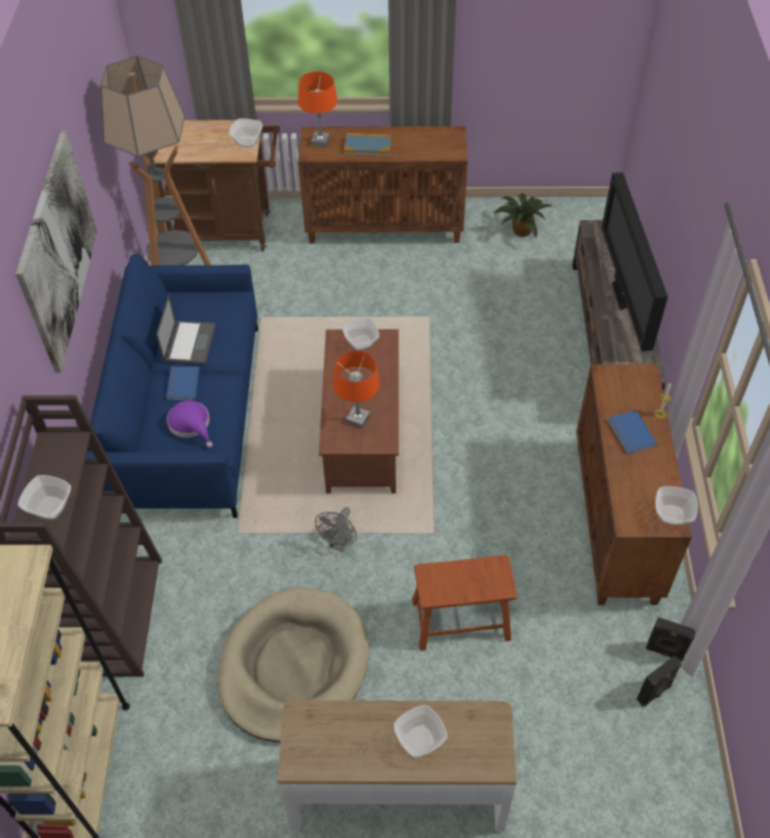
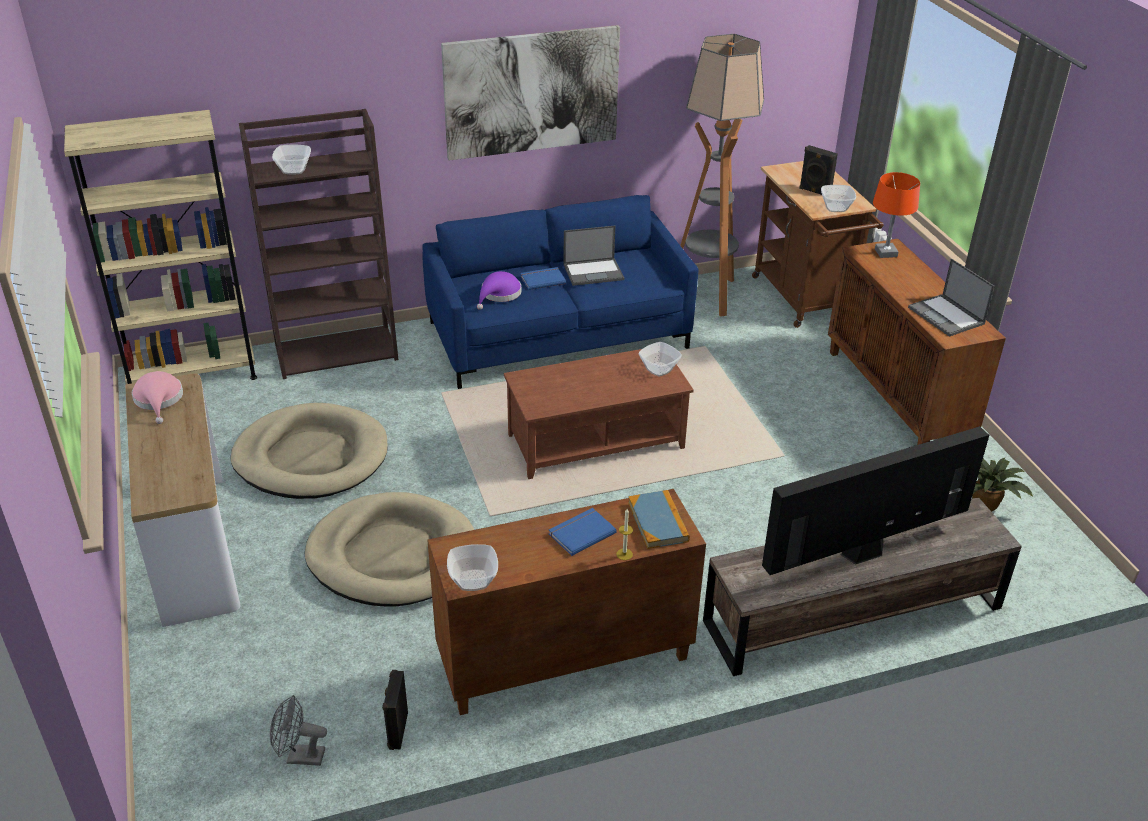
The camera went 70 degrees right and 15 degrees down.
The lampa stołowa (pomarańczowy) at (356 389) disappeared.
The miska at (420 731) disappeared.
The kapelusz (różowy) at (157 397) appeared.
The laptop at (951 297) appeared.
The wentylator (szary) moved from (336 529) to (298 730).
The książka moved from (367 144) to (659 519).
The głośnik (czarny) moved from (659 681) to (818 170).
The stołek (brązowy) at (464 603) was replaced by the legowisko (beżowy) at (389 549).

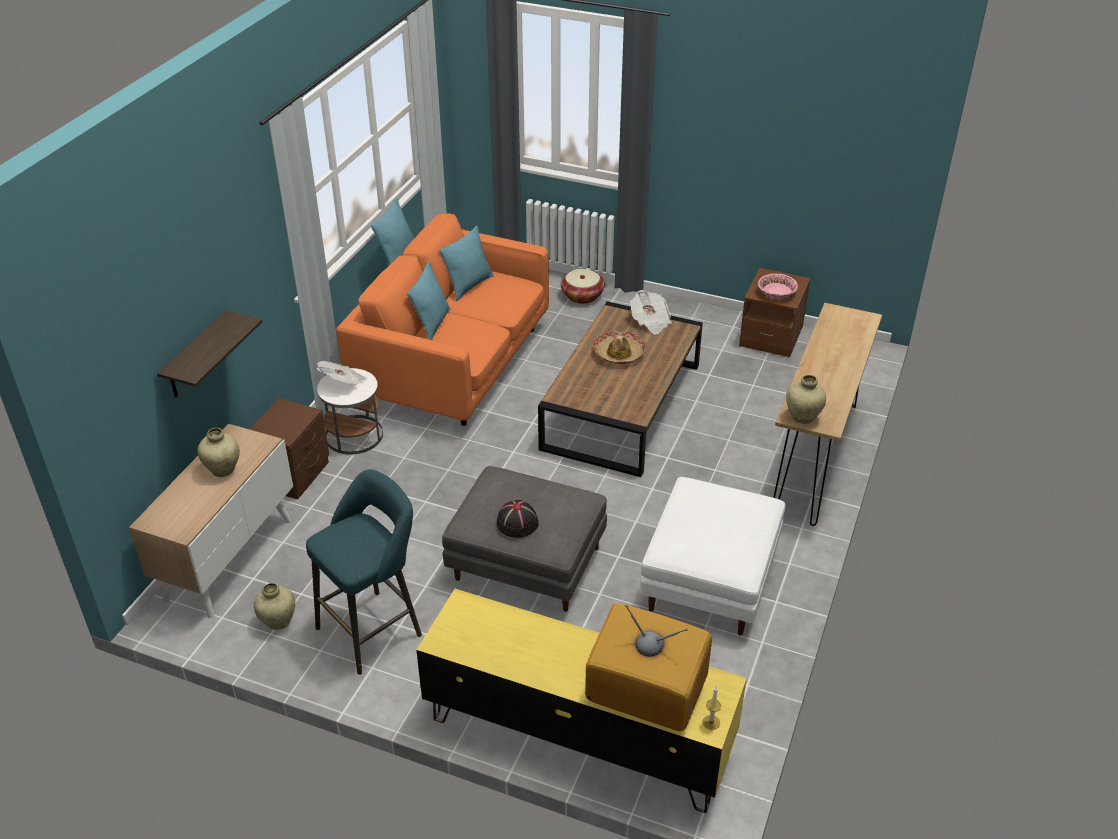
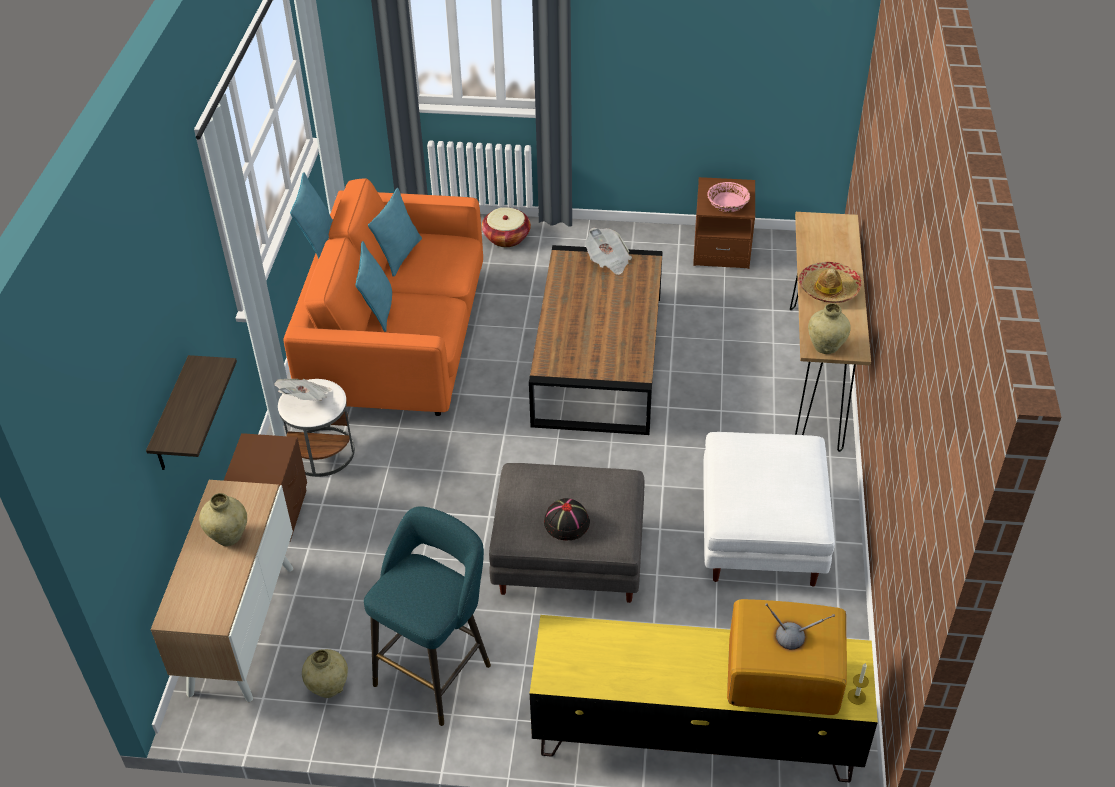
The camera went 15 degrees left and 5 degrees up.
The kapelusz moved from (619 347) to (830 282).

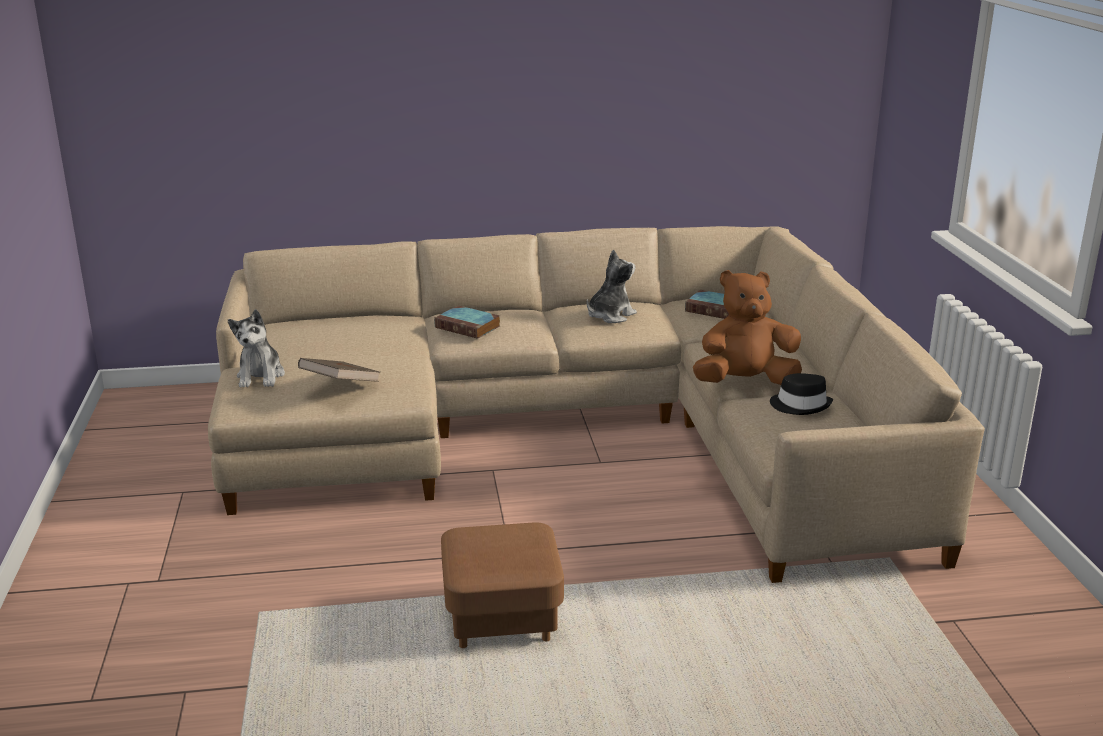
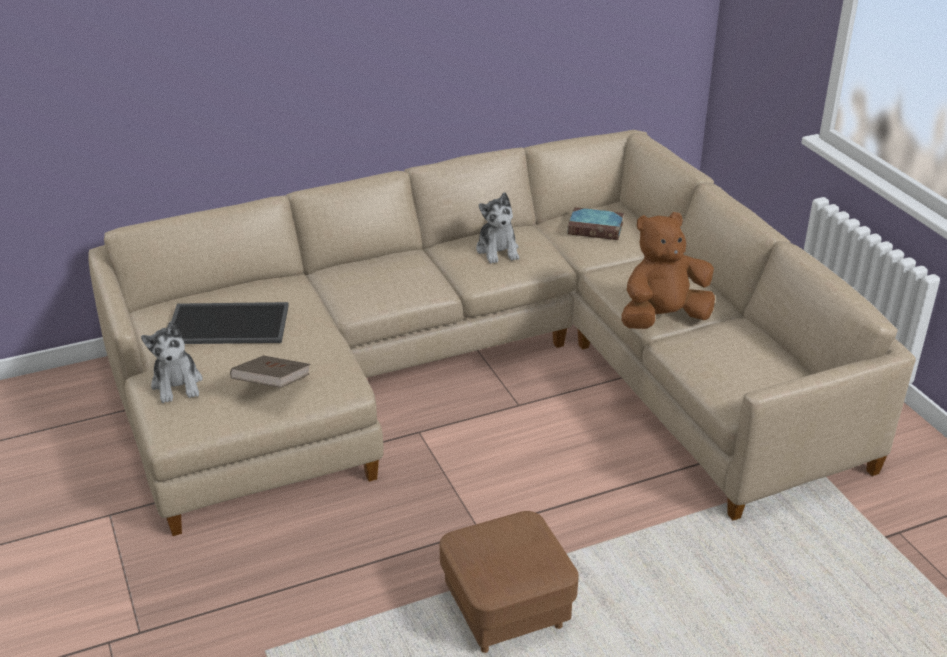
The camera went 15 degrees left and 10 degrees up.
The książka at (467 322) disappeared.
The kapelusz (czarny) at (801 394) disappeared.
The taca at (230 323) appeared.
The pluszak at (612 286) turned 135 degrees clockwise.

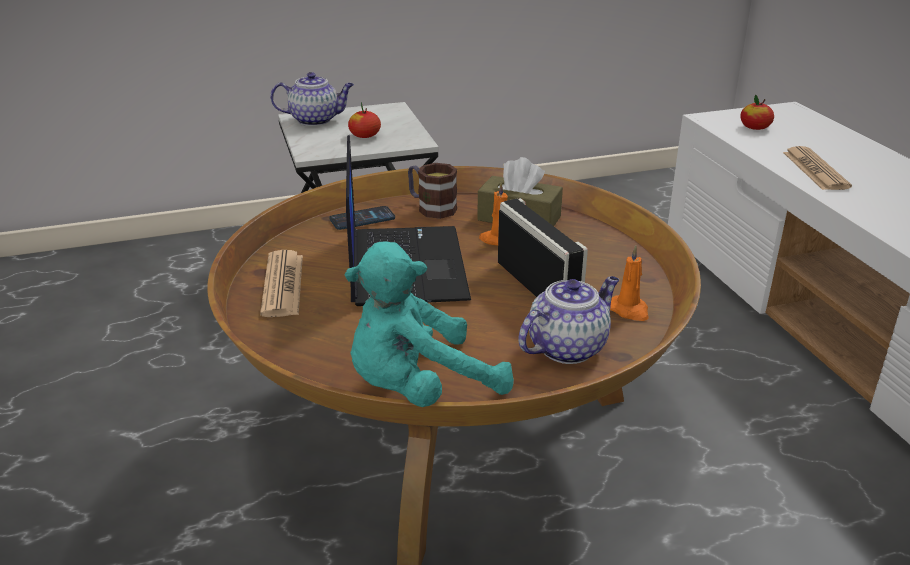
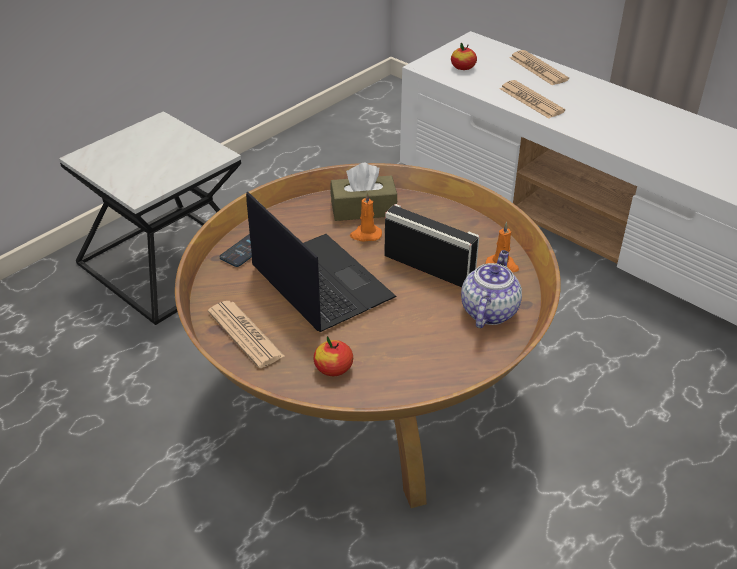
The camera went 30 degrees left and 10 degrees up.
The imbryk at (312 99) disappeared.
The pluszak (turkusowy) at (429 324) disappeared.
The kubek at (432 191) disappeared.
The gazeta at (539 68) appeared.
The jabłko moved from (364 120) to (333 356).

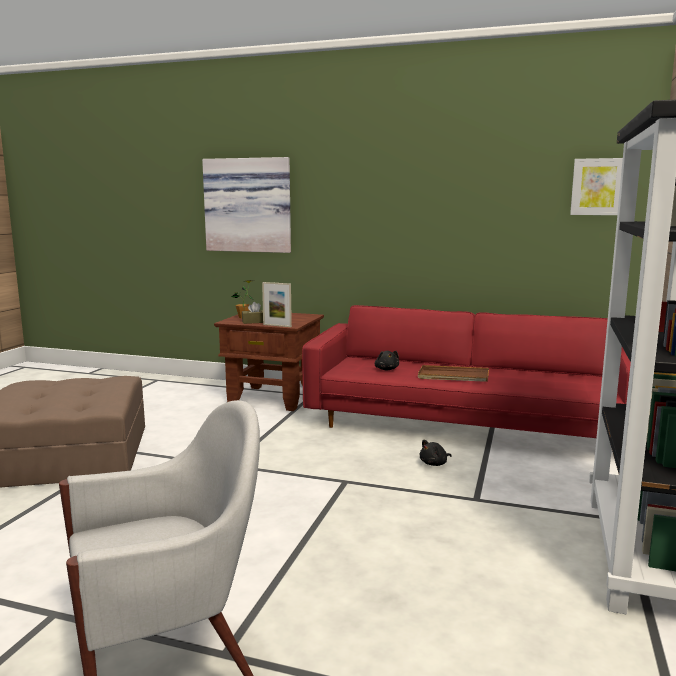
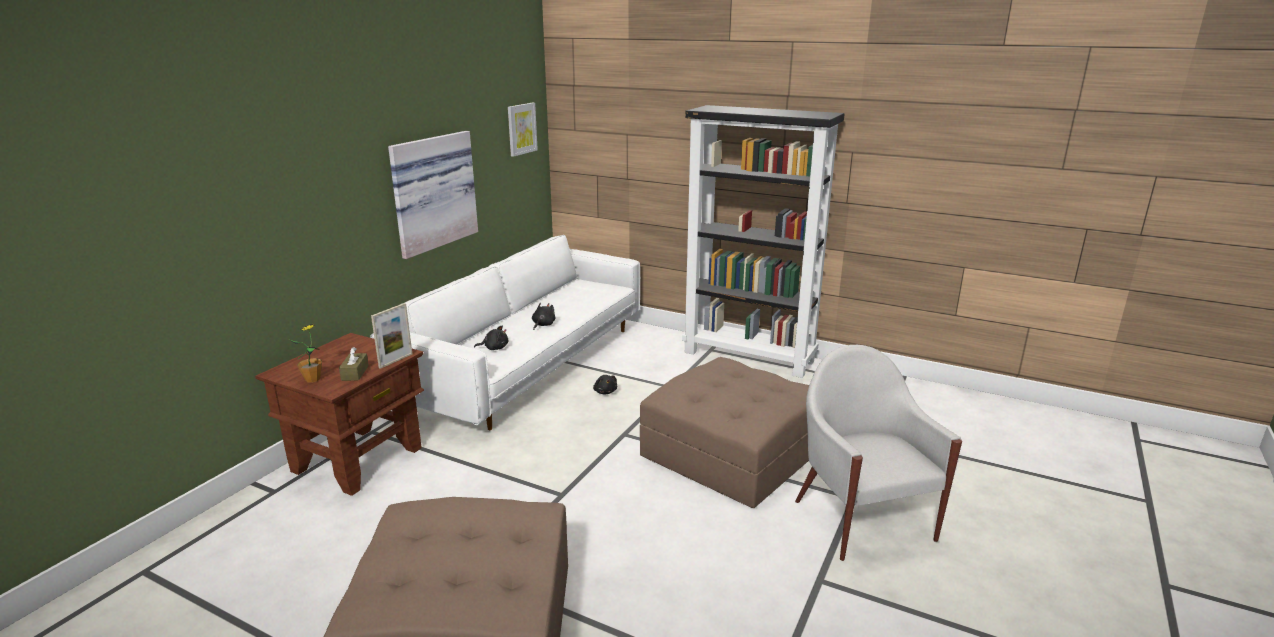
The camera went 80 degrees left and 10 degrees up.
The pufa (brązowy) at (724 432) appeared.
The obraz moved from (246 205) to (433 195).
The taca (brązowy) at (453 373) was replaced by the pluszak (czarny) at (544 316).
The kanapa (czerwony) at (466 371) became the kanapa (biały) at (505 332).

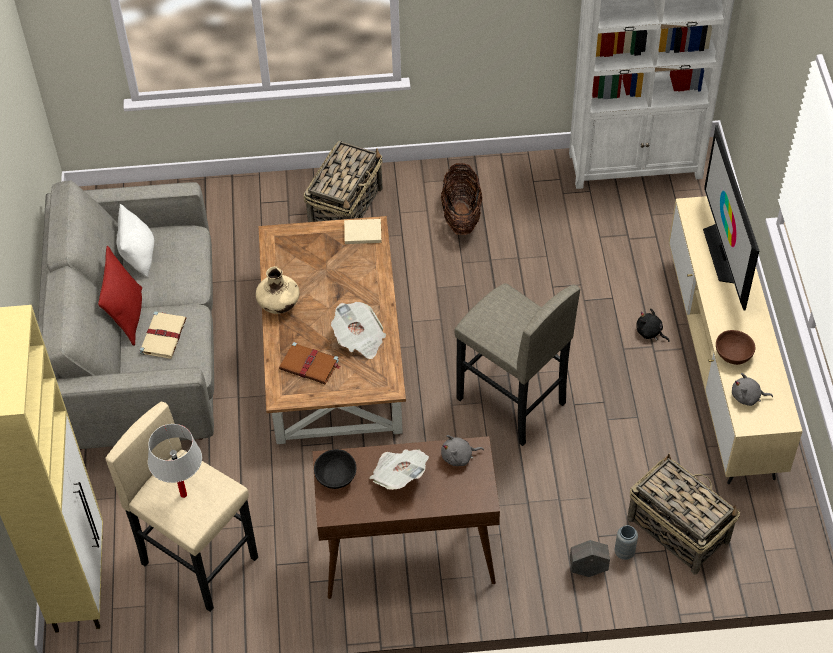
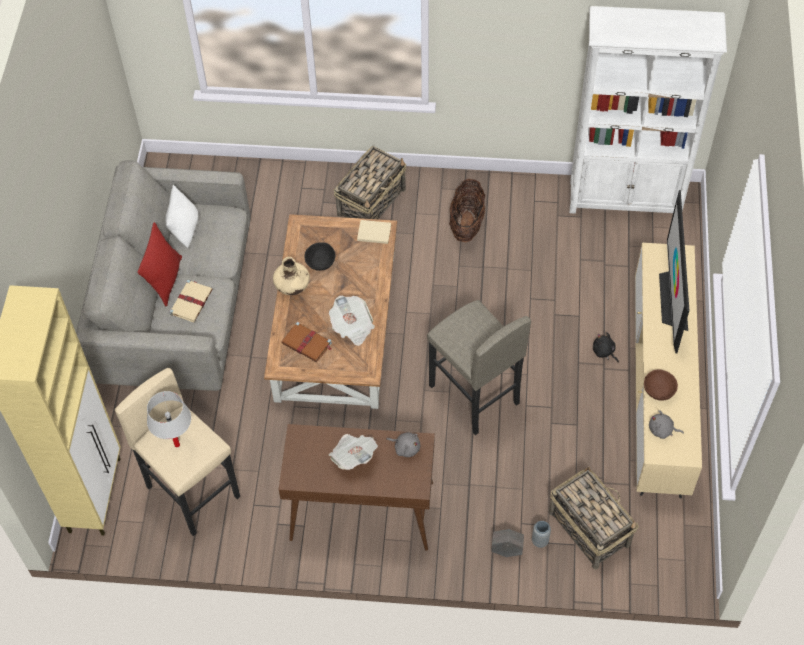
The camera went 10 degrees right and 5 degrees up.
The miska (czarny) moved from (335 469) to (319 256).
The pluszak (szary) at (462 450) turned 150 degrees counterclockwise.

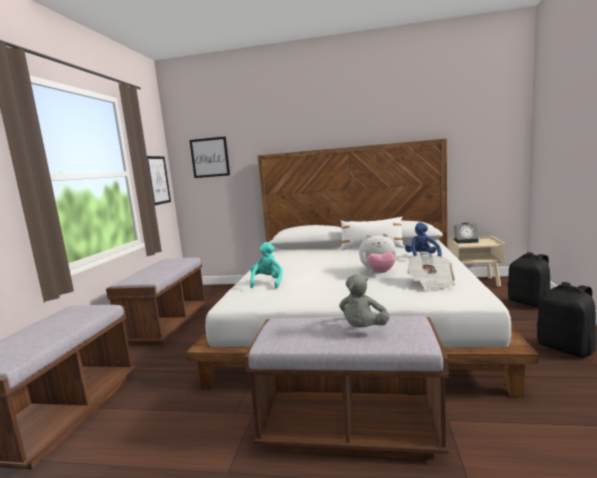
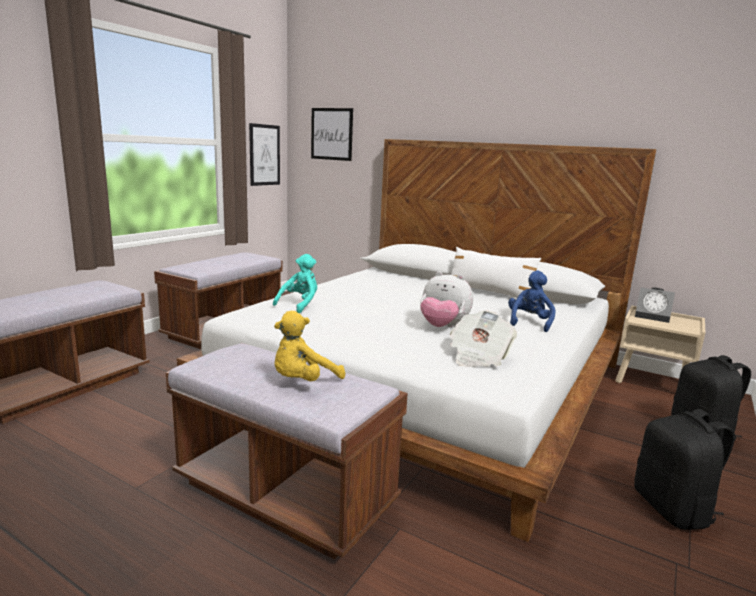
The camera went 20 degrees right and 5 degrees up.
The pluszak (szary) at (364 301) became the pluszak (żółty) at (309 346).

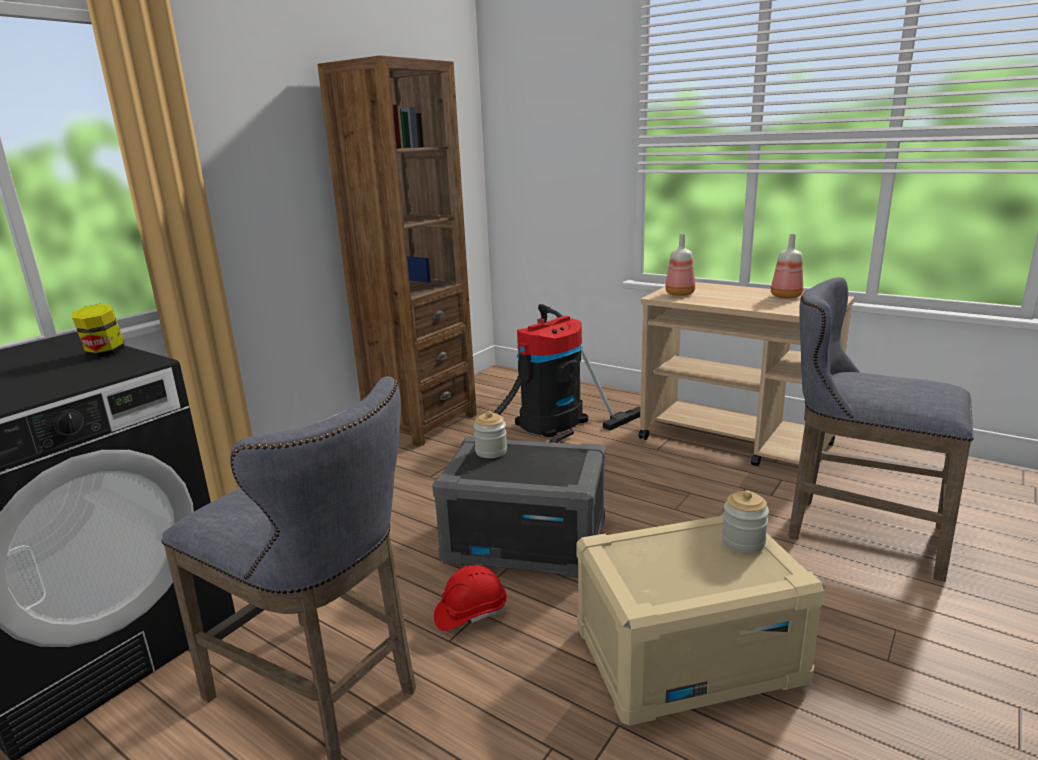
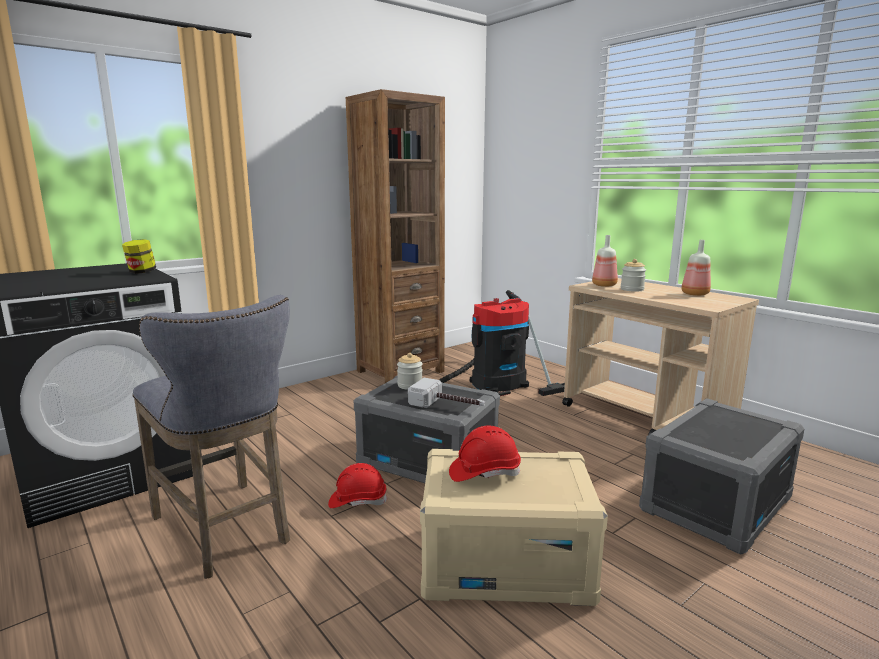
The camera went 15 degrees right and 5 degrees down.
The młotek at (446 393) appeared.
The kask (czerwony) at (485 453) appeared.
The słoik moved from (745 521) to (633 275).
The stołek (szary) at (881 429) was replaced by the pojemnik do przechowywania (szary) at (722 476).

